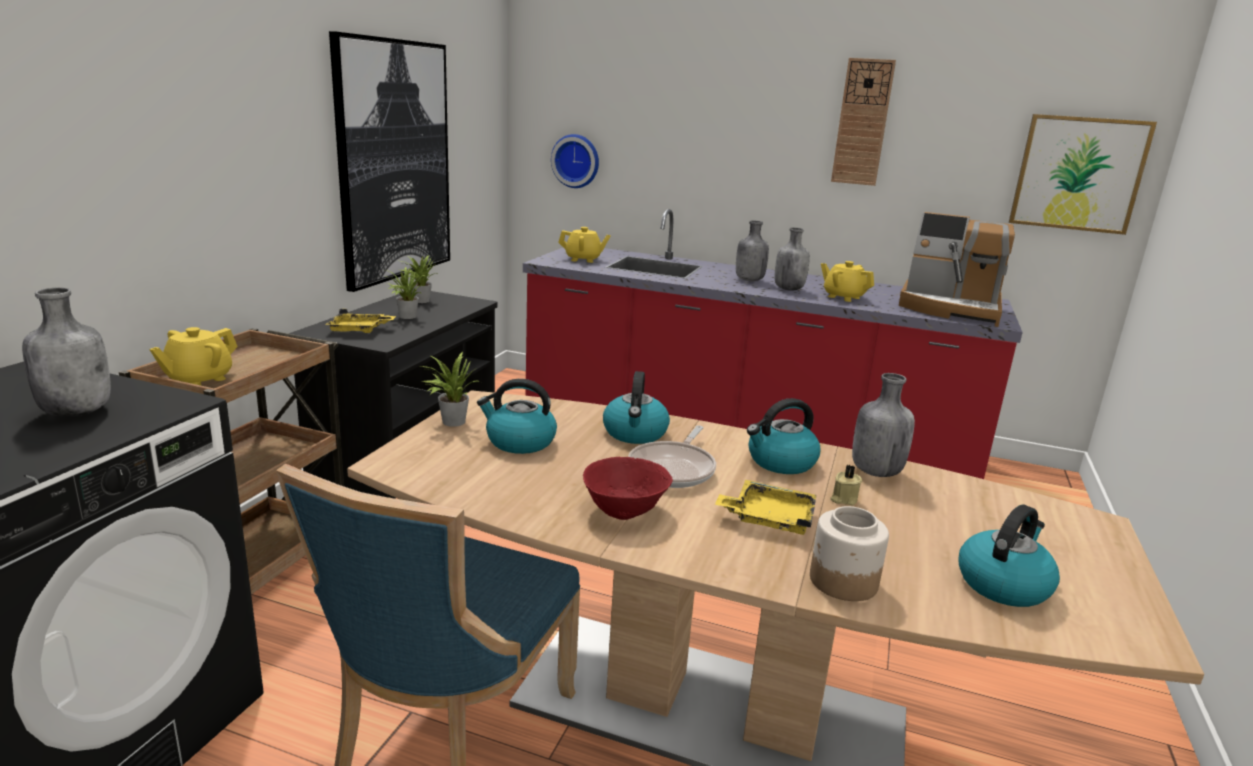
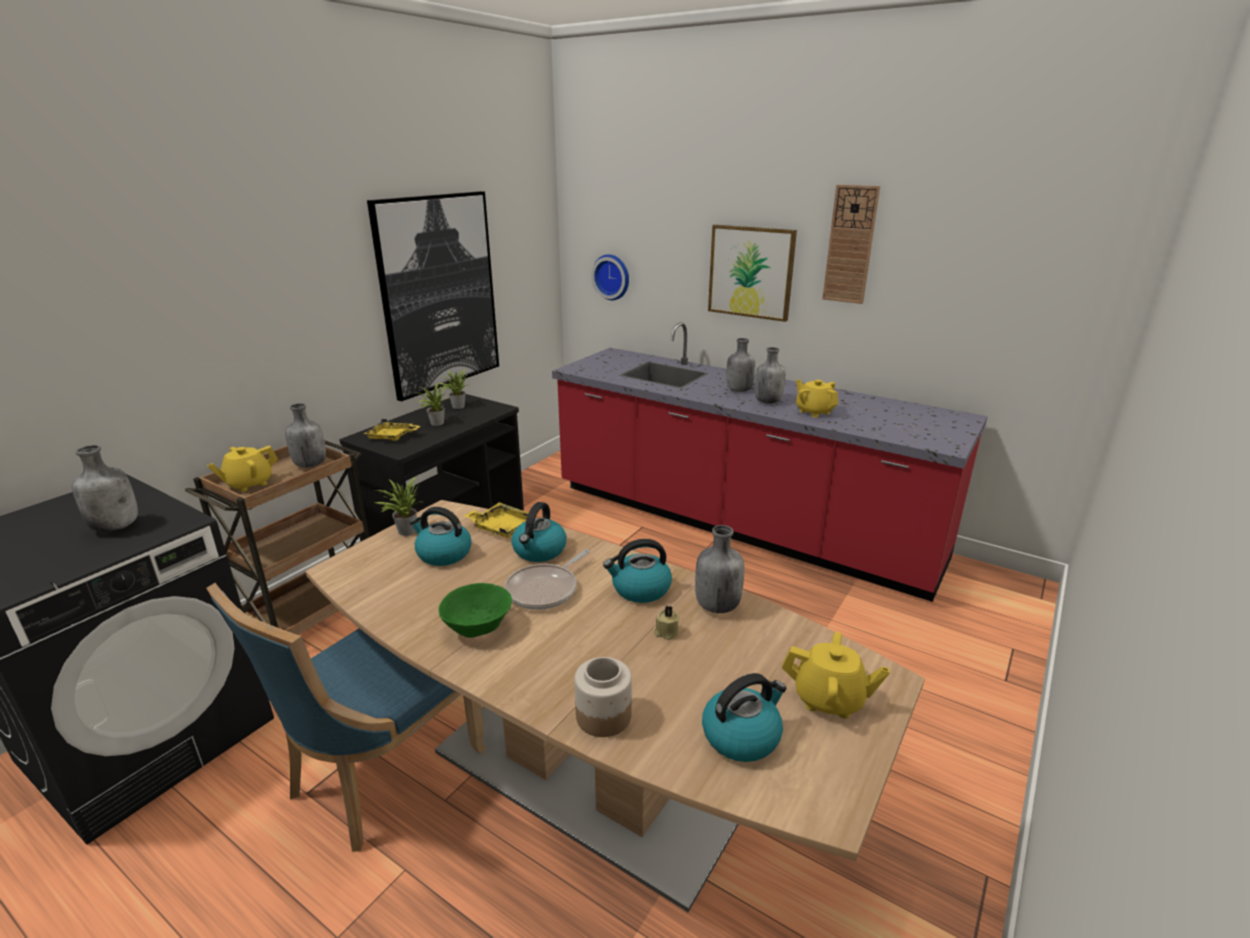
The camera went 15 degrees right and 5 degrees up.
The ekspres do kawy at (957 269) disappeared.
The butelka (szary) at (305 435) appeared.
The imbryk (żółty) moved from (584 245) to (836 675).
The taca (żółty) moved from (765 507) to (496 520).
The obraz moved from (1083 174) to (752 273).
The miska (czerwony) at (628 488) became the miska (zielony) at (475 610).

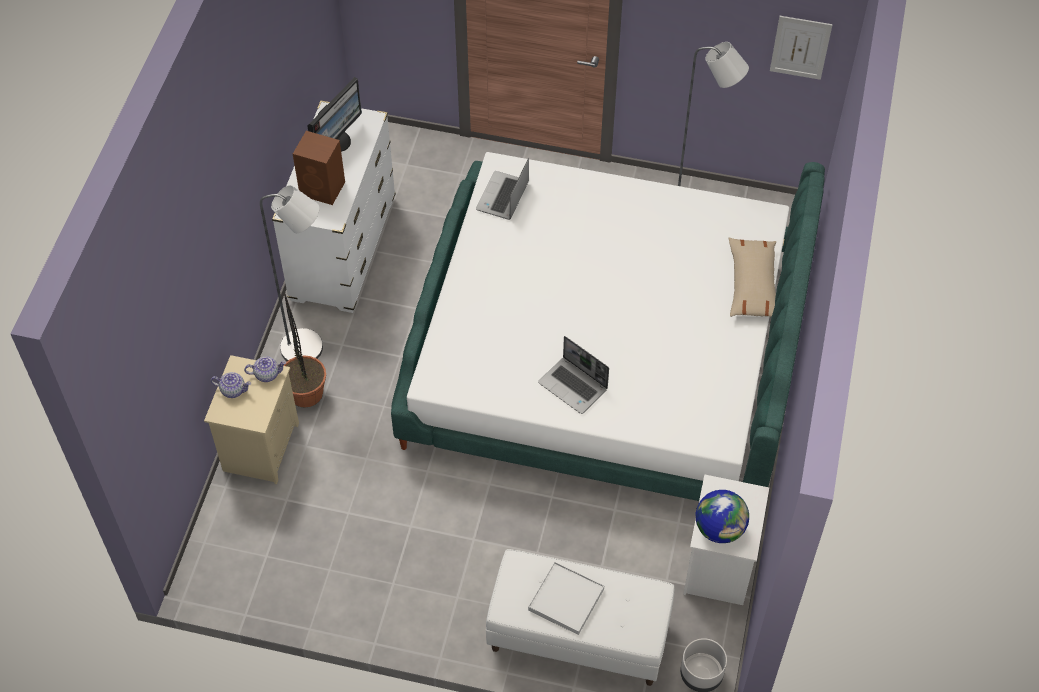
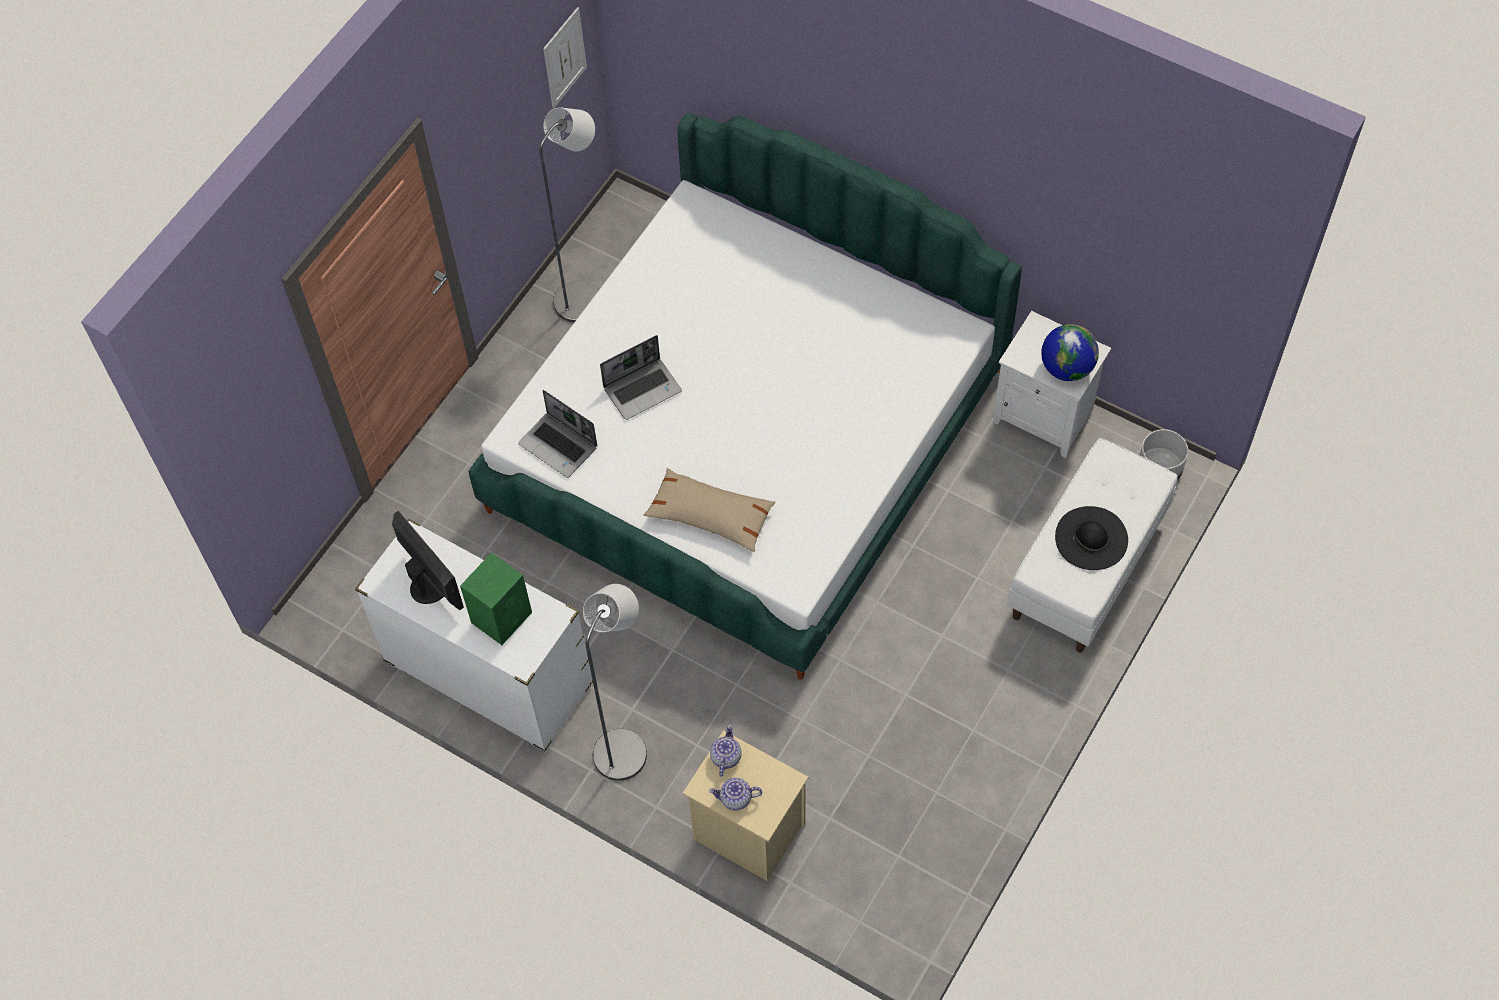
The camera went 70 degrees left and 5 degrees up.
The roślina doniczkowa at (304 350) disappeared.
The laptop moved from (573 375) to (641 377).
The poduszka (beżowy) moved from (752 277) to (710 510).
The taca (biały) at (566 598) was replaced by the kapelusz (czarny) at (1091 538).
The głośnik (brązowy) at (319 168) became the głośnik (zielony) at (496 599).
The imbryk at (231 385) turned 120 degrees counterclockwise.

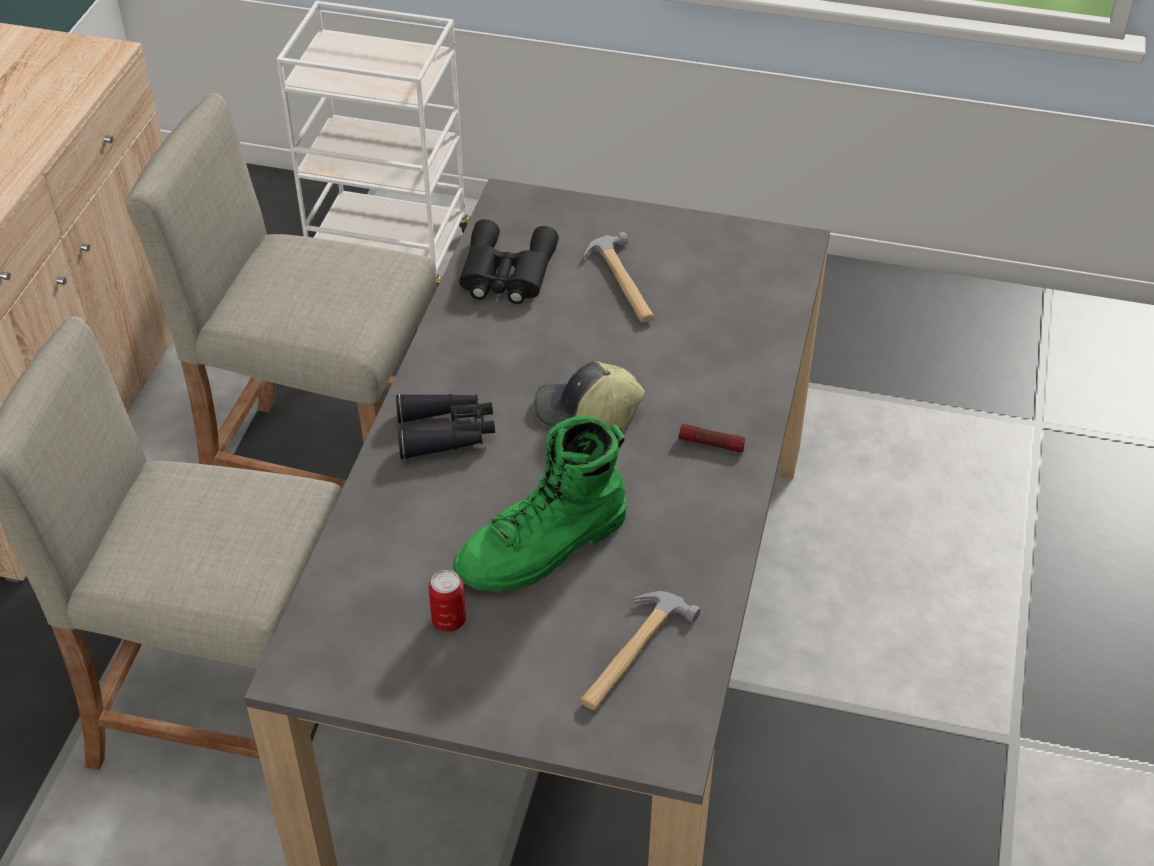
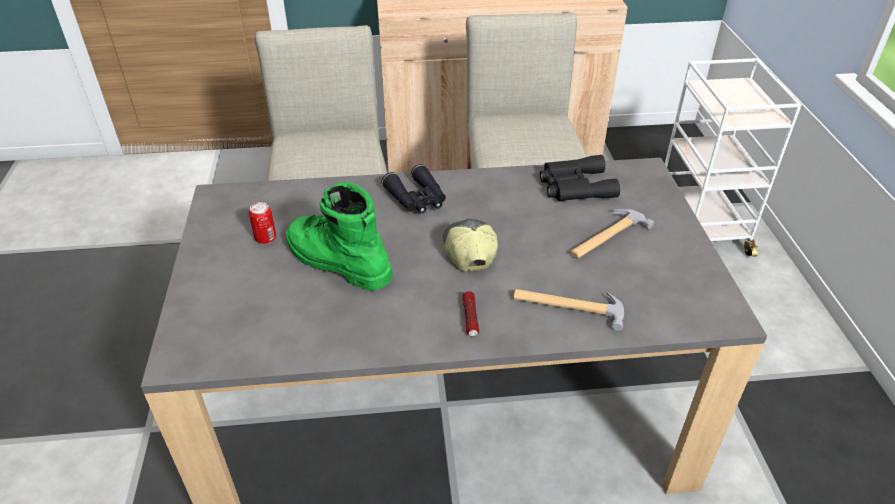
The camera went 70 degrees right and 5 degrees down.
The młotek moved from (640 650) to (568 310).

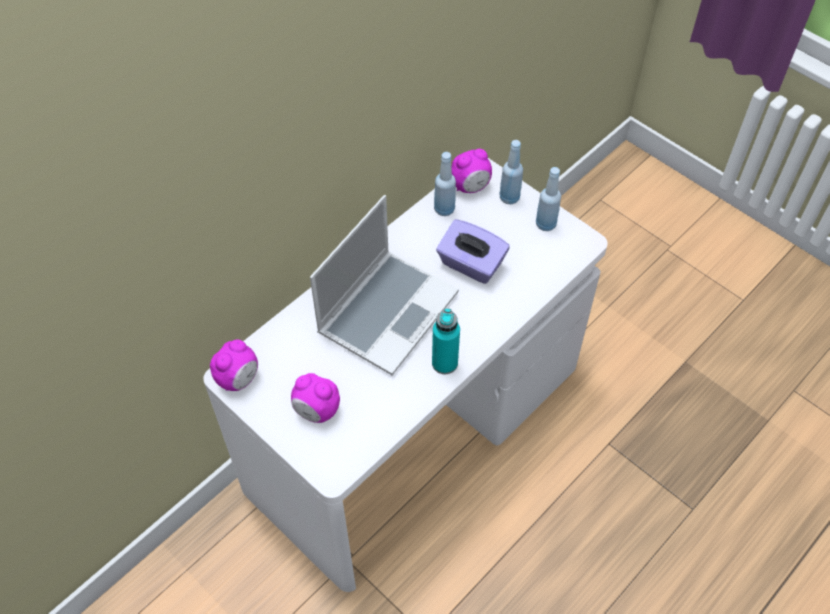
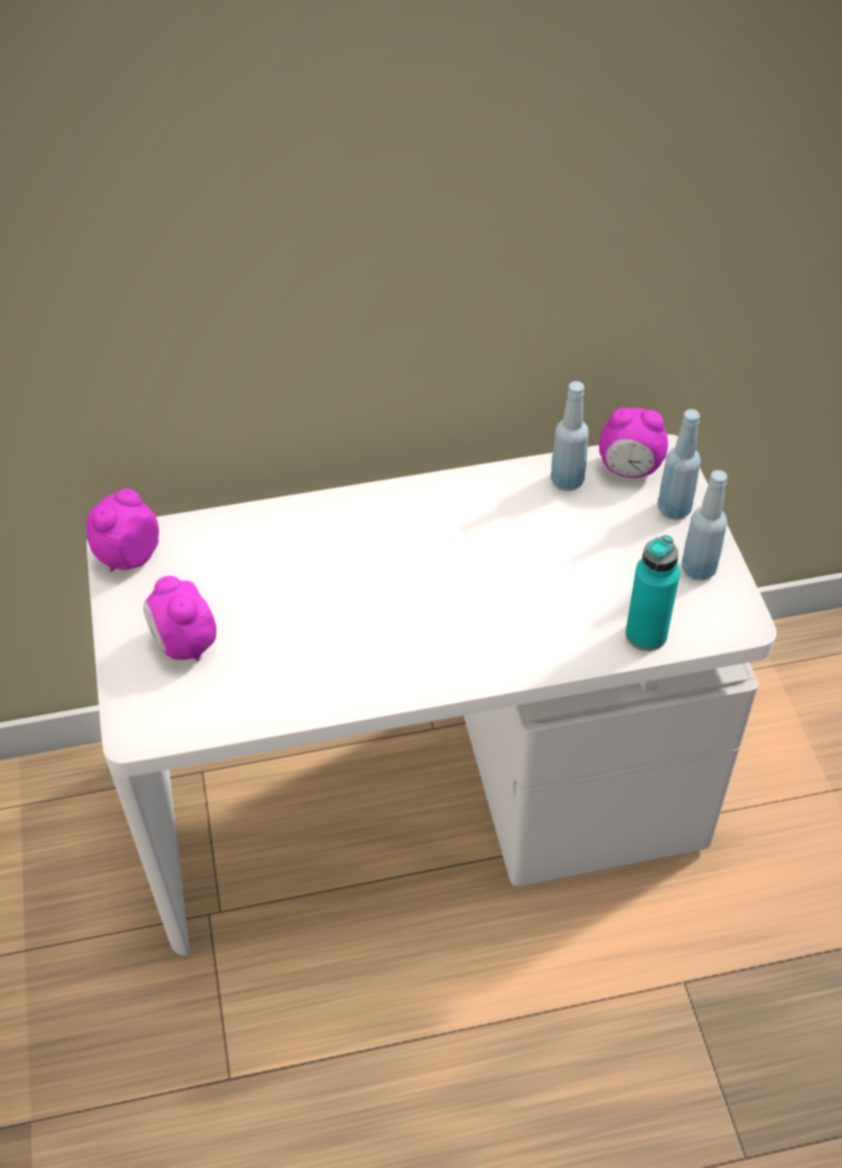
The camera went 35 degrees right and 5 degrees down.
The laptop at (384 285) disappeared.
The pudełko chusteczek (fioletowy) at (473 251) disappeared.
The butelka (turkusowy) moved from (446 341) to (653 593).
The budzik at (234 365) turned 150 degrees clockwise.

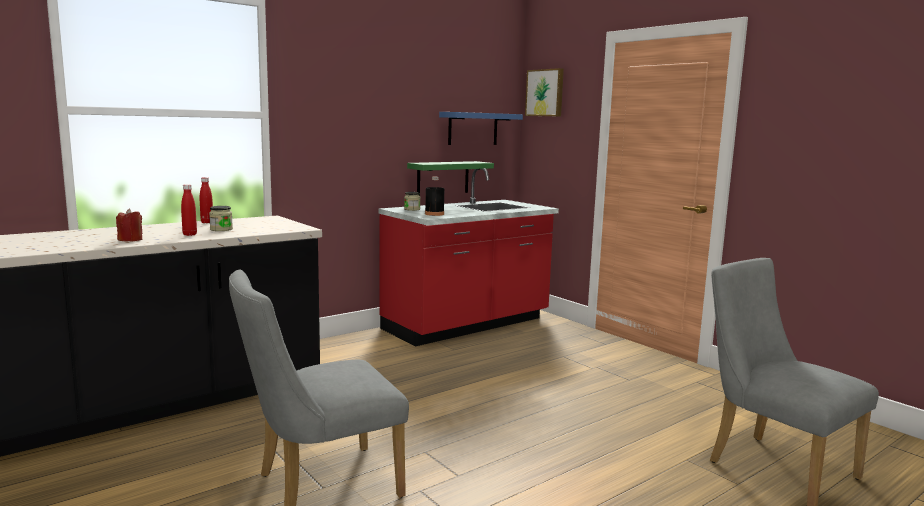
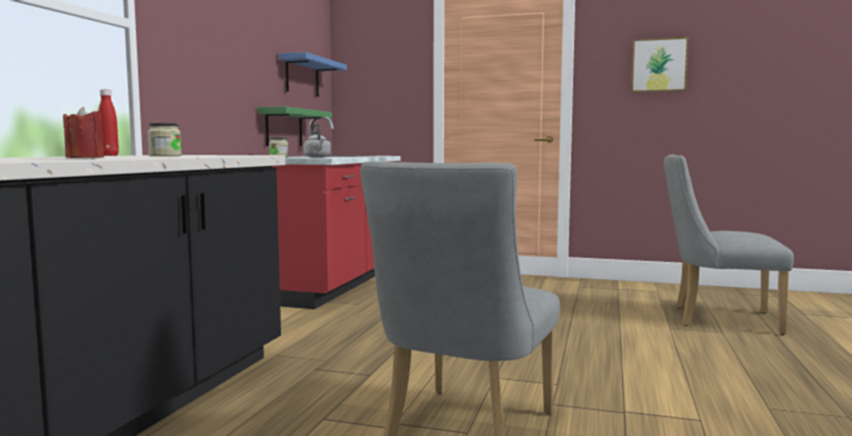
The camera went 35 degrees left and 5 degrees down.
The butelka (czerwony) at (189 210) disappeared.
The obraz moved from (544 92) to (660 65).
The butelka (czarny) at (434 196) was replaced by the czajnik (szary) at (317 141).

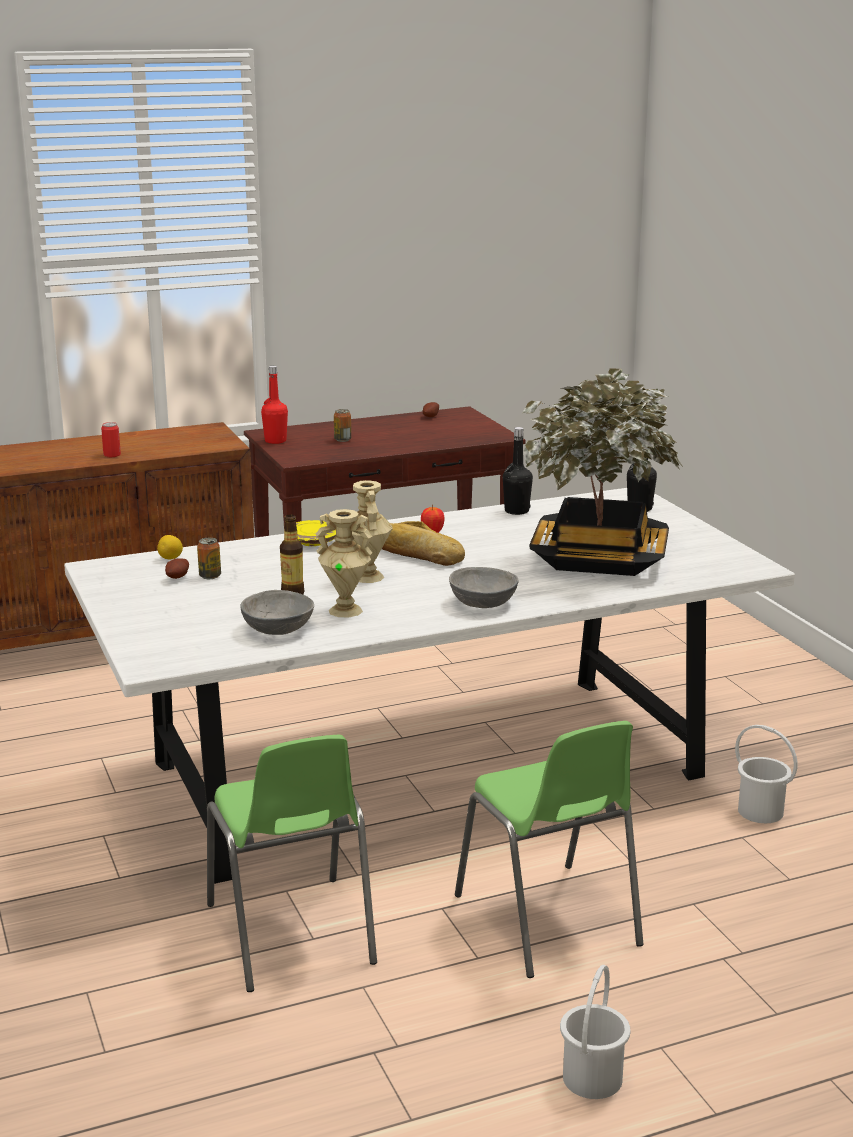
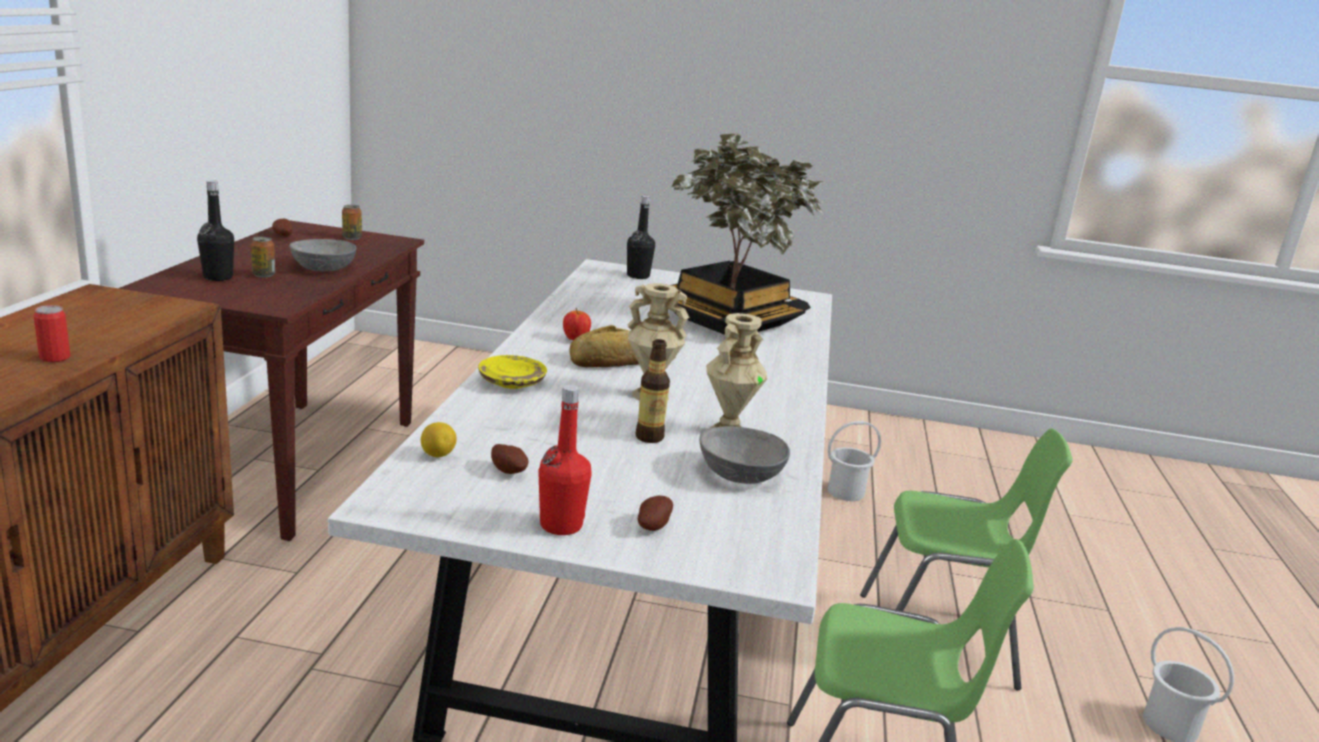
The camera went 60 degrees left and 0 degrees up.
The ziemniak at (655 513) appeared.
The puszka moved from (209 558) to (352 222).
The butelka (czerwony) moved from (274 405) to (565 460).
The miska (szary) moved from (484 587) to (322 255).
The butelka (czarny) moved from (518 471) to (215 230).

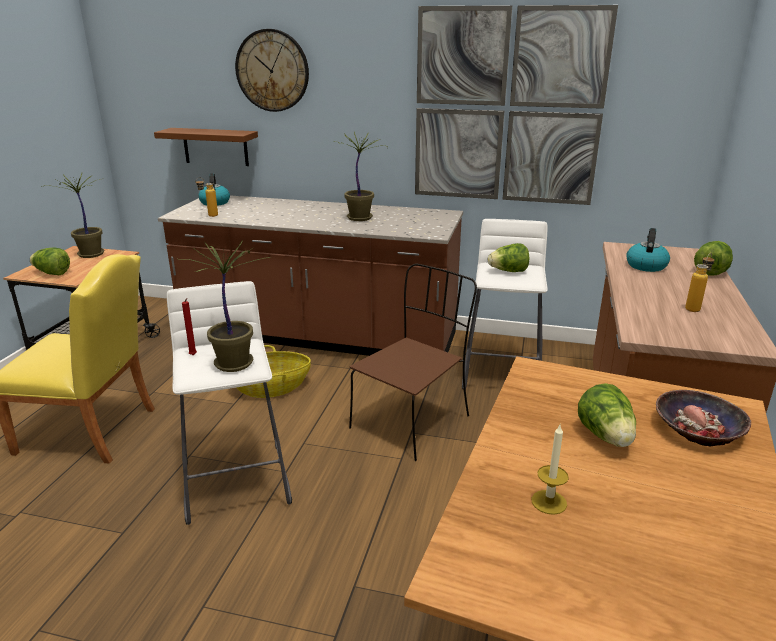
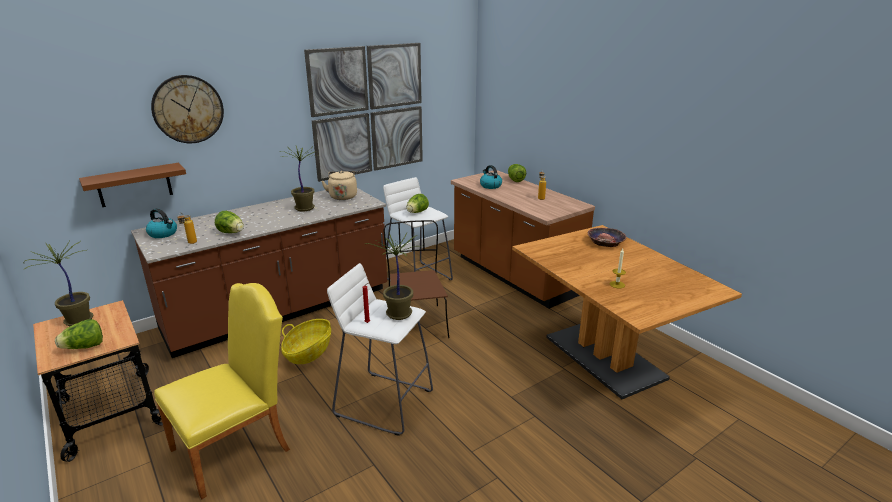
The camera went 50 degrees left and 0 degrees up.
The czajnik (beżowy) at (339 185) appeared.
The sałata moved from (607 415) to (229 222).

